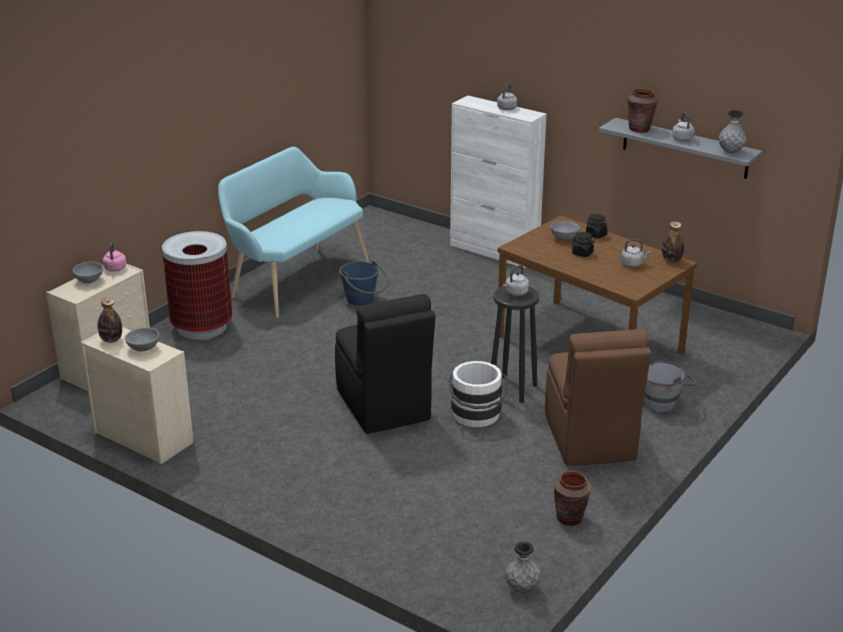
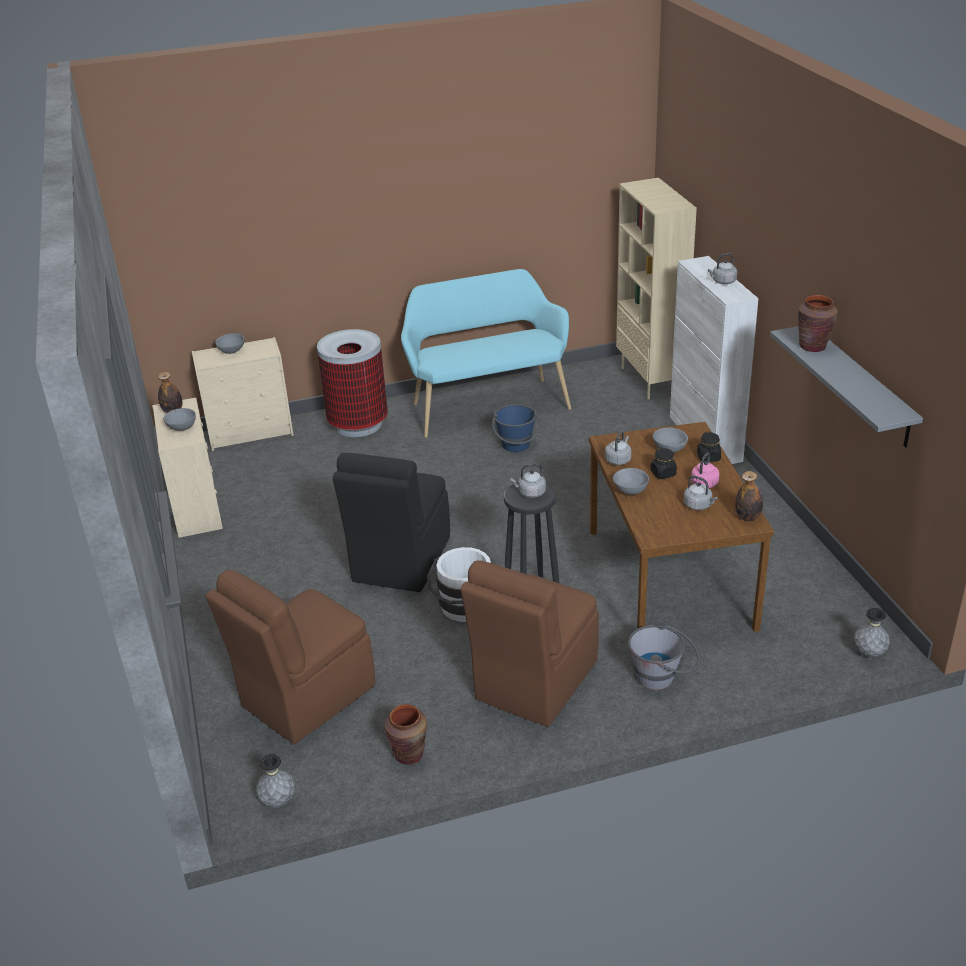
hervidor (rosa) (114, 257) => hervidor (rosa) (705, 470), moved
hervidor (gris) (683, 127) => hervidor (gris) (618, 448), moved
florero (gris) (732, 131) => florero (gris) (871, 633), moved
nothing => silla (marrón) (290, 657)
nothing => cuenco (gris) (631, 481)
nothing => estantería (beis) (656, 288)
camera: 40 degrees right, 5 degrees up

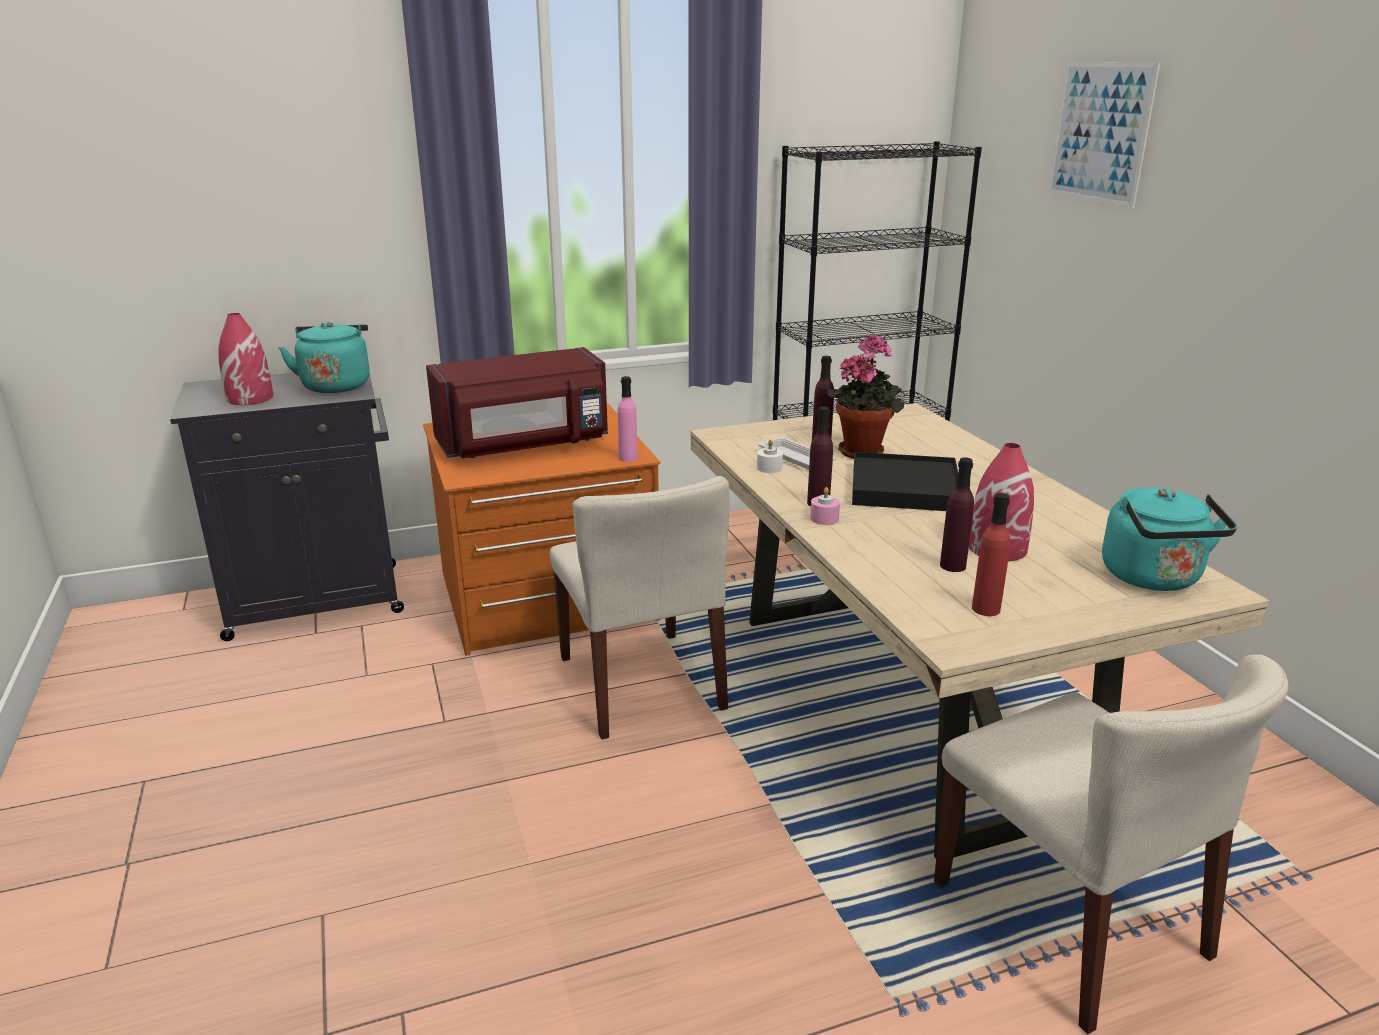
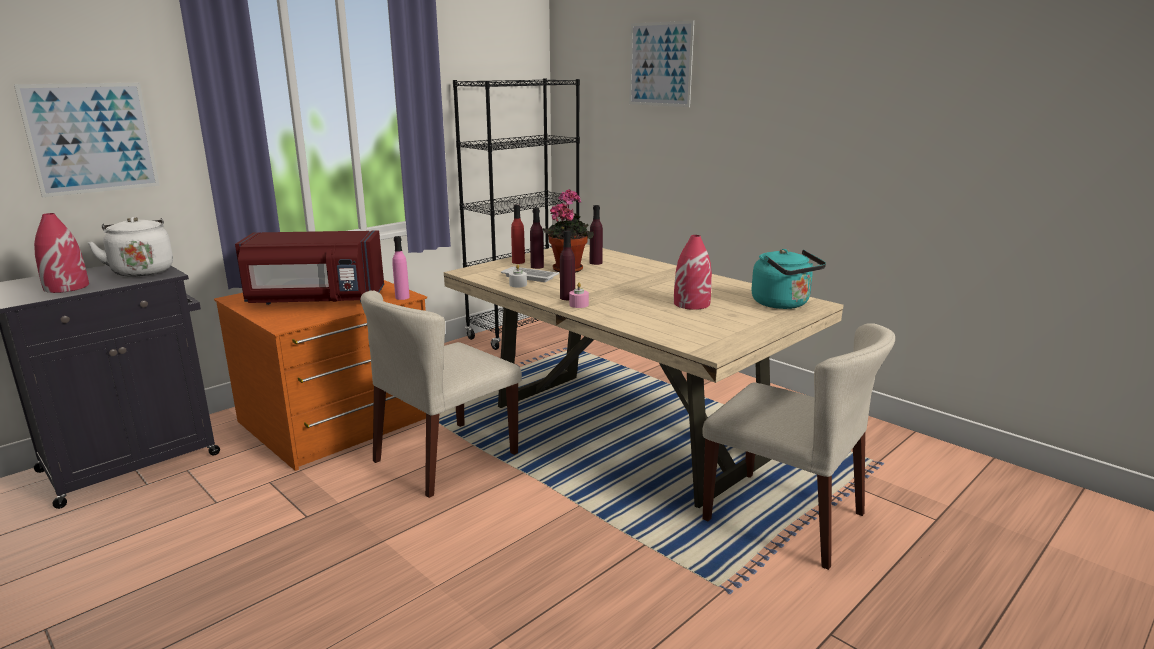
hervidor (turquesa) (324, 357) => hervidor (blanco) (130, 247)
microondas (rojo) (517, 403) => microondas (rojo) (309, 267), 45 degrees clockwise
silla (beis) (639, 608) => silla (beis) (441, 394), 90 degrees clockwise
bandeja (negro) (905, 481) => nothing
botella (morado) (957, 514) => botella (morado) (596, 235), moved
botella (rojo) (991, 554) => botella (rojo) (518, 234), moved
nothing => cuadro (87, 140)
camera: 25 degrees left, 5 degrees down

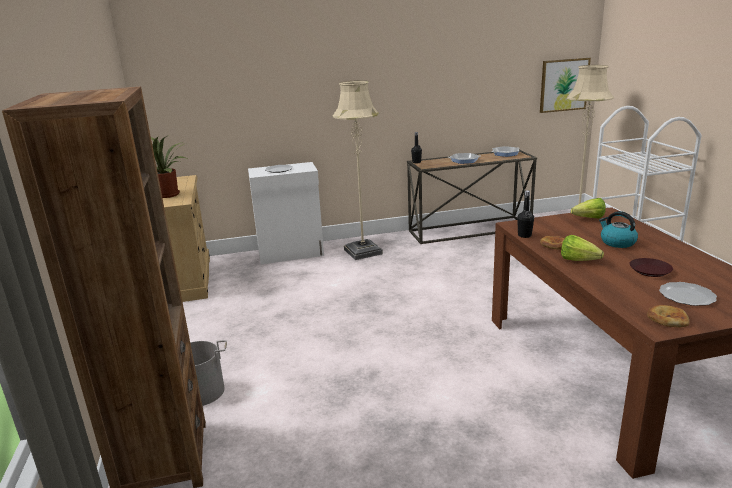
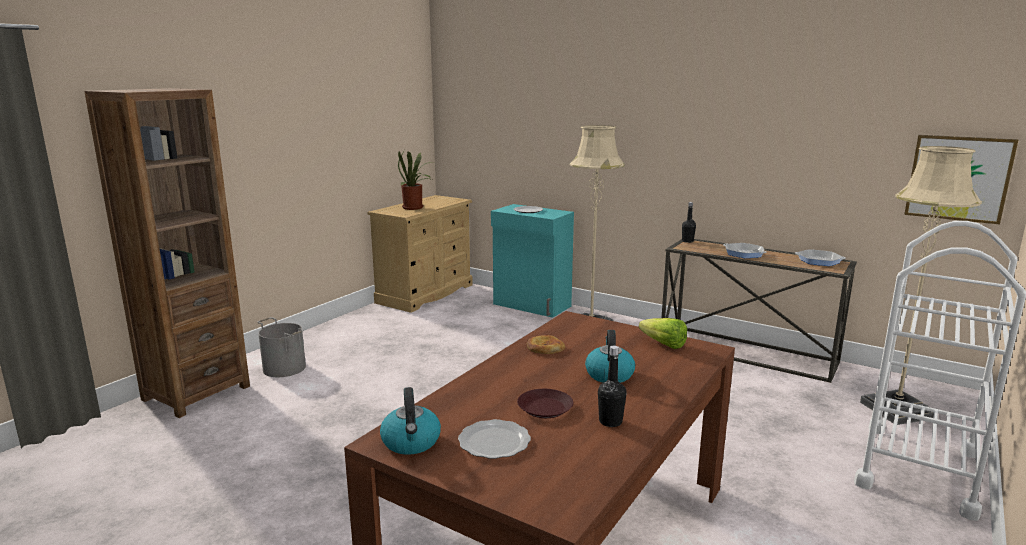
armario (blanco) (286, 213) => armario (turquesa) (532, 261)
botella (negro) (525, 214) => botella (negro) (612, 386), moved
lechuga (582, 248) => nothing
pan (668, 316) => hervidor (410, 421)
camera: 45 degrees right, 5 degrees down

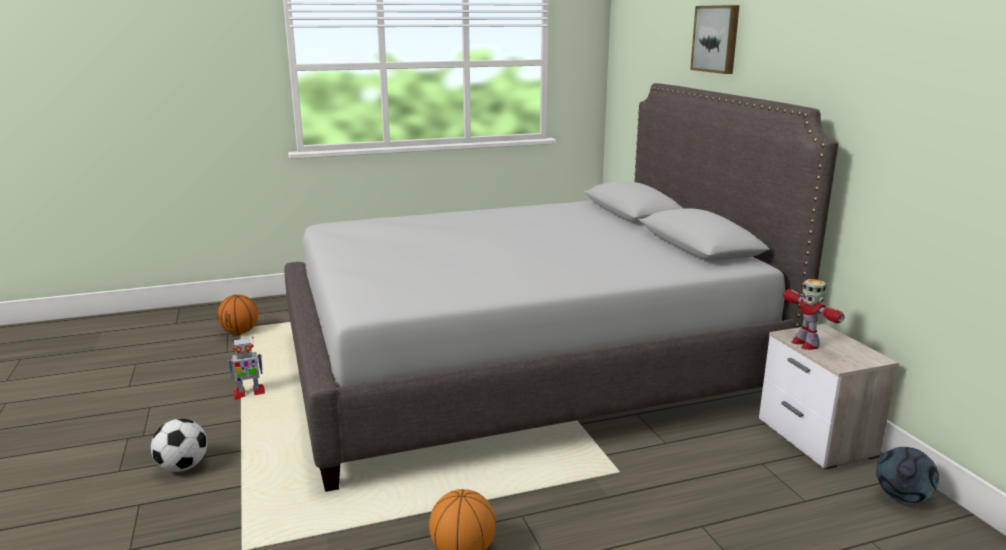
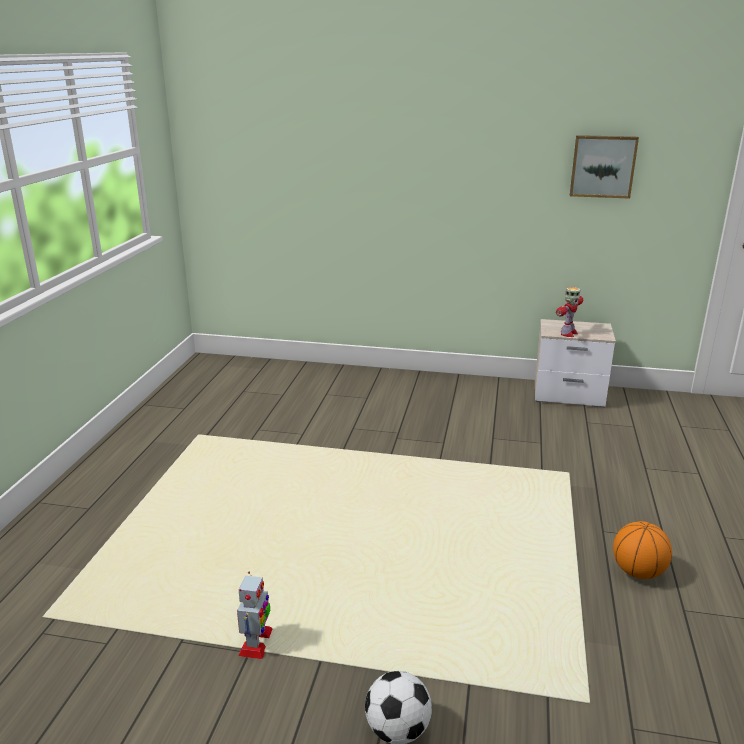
balón de baloncesto (237, 314) => nothing
cama (gris) (561, 287) => nothing
cuadro (714, 39) => cuadro (604, 167), moved
robot de juguete (814, 314) => robot de juguete (569, 312), 60 degrees counterclockwise
balón de fútbol (907, 475) => nothing
camera: 60 degrees left, 5 degrees up

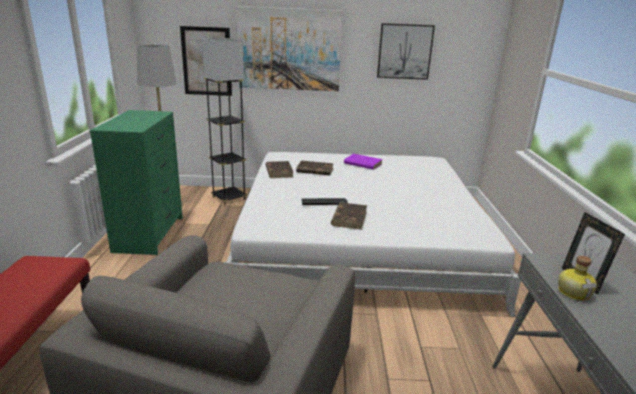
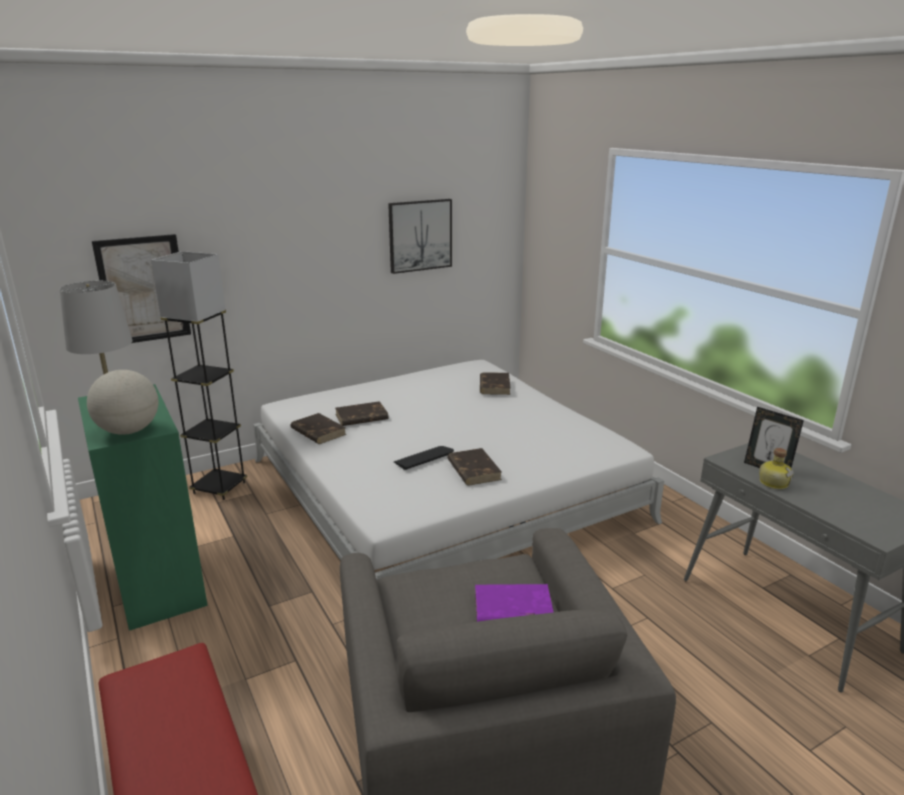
cuadro (290, 48) => nothing
libro (morado) (363, 162) => libro (morado) (514, 603), moved
nothing => globo terráqueo (122, 402)
nothing => libro (marrón) (495, 383)
camera: 30 degrees left, 0 degrees up

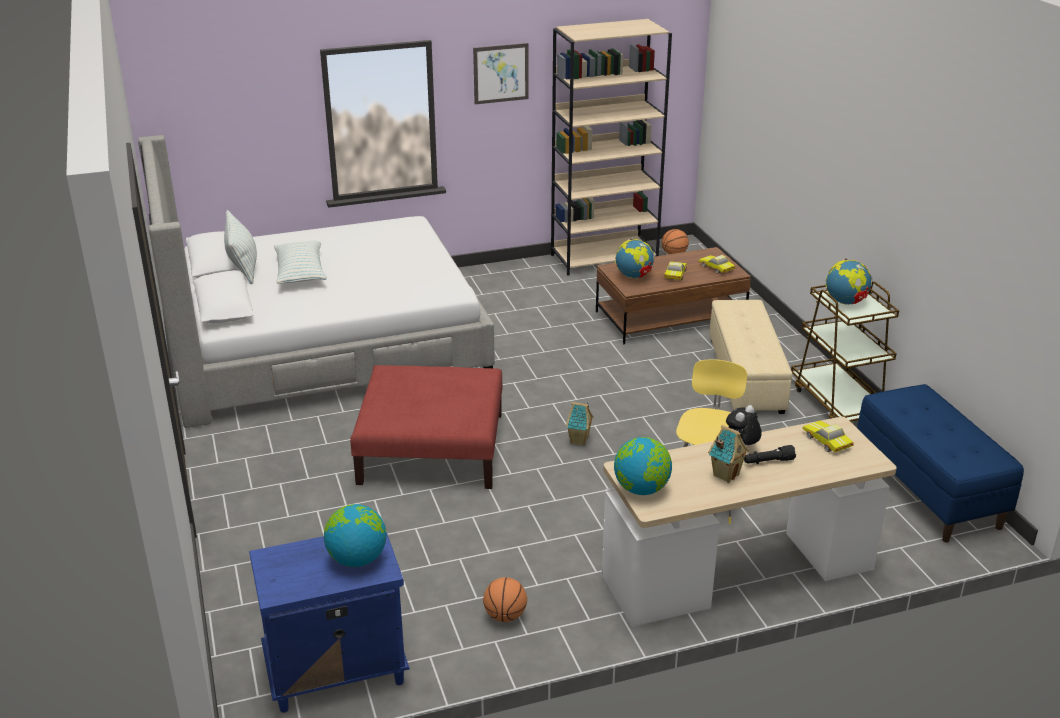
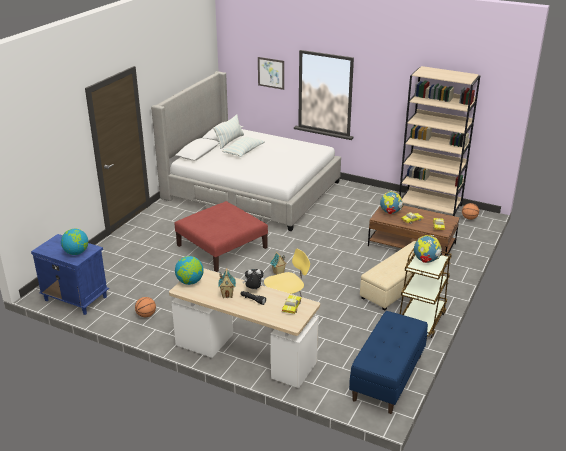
cuadro (501, 73) => cuadro (271, 73), moved
camera: 45 degrees right, 0 degrees up

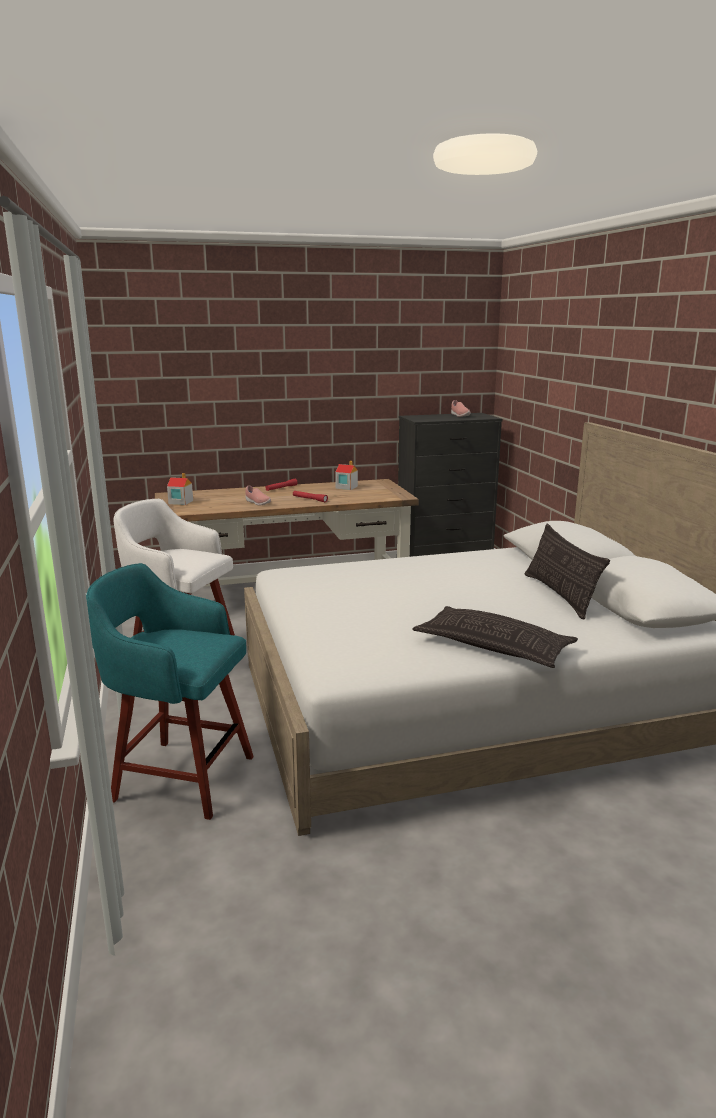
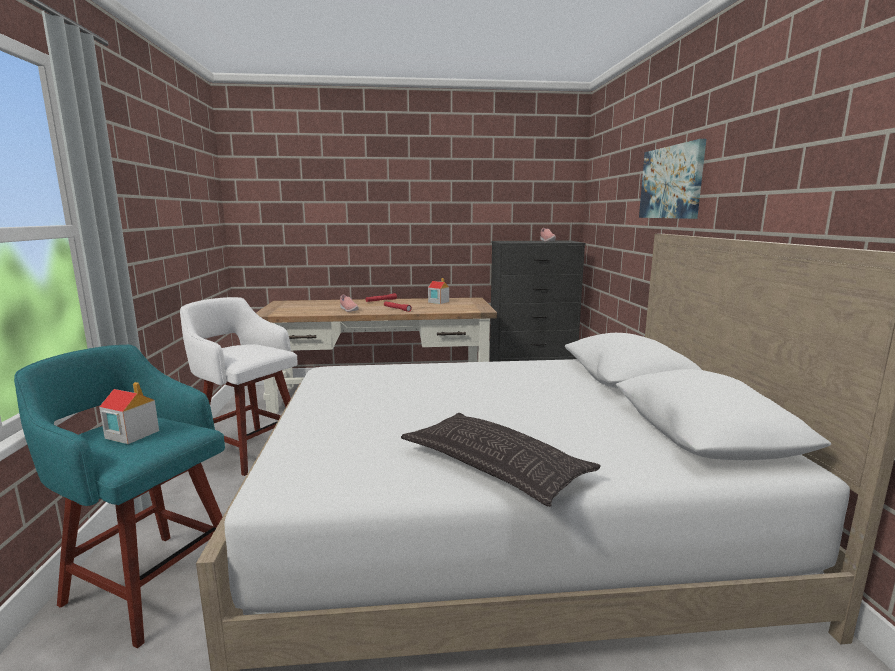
casita (180, 489) => casita (129, 413), moved
cojín (567, 572) => nothing
nothing => cuadro (672, 179)
camera: 10 degrees right, 5 degrees down

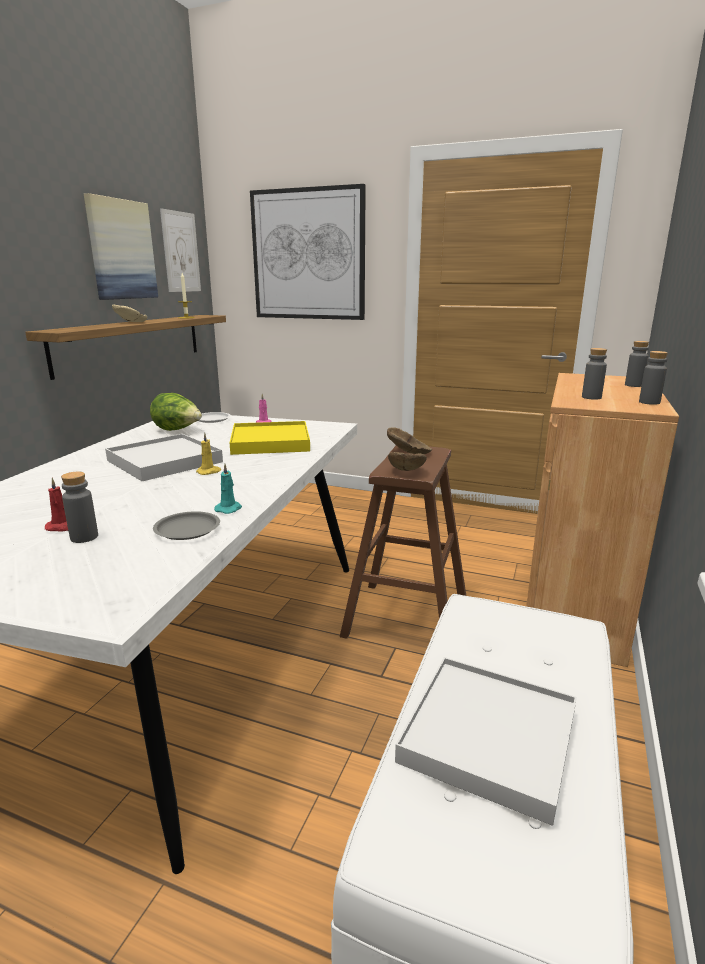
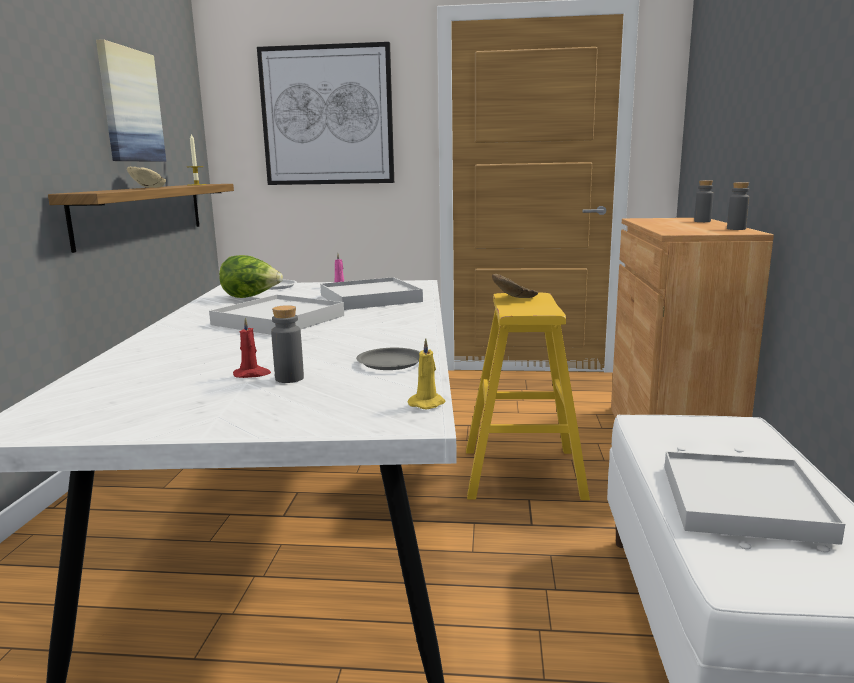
cuadro (180, 250) => nothing
vela (amarillo) (208, 454) => vela (amarillo) (426, 373), moved
vela (turquesa) (228, 489) => nothing
bandeja (amarillo) (270, 438) => bandeja (blanco) (371, 293)
taburete (marrón) (403, 542) => taburete (amarillo) (528, 396)
cuenco (marrón) (407, 461) => nothing
botella (gris) (594, 374) => nothing
camera: 15 degrees left, 5 degrees down

